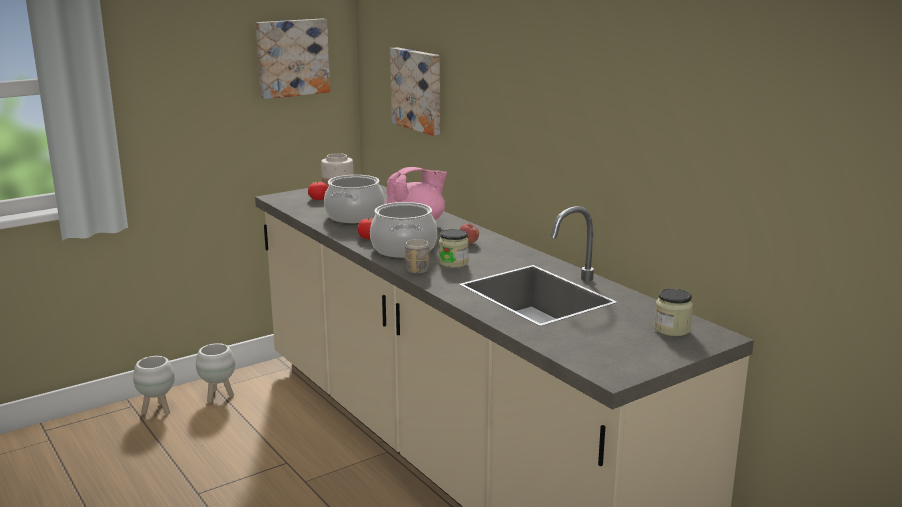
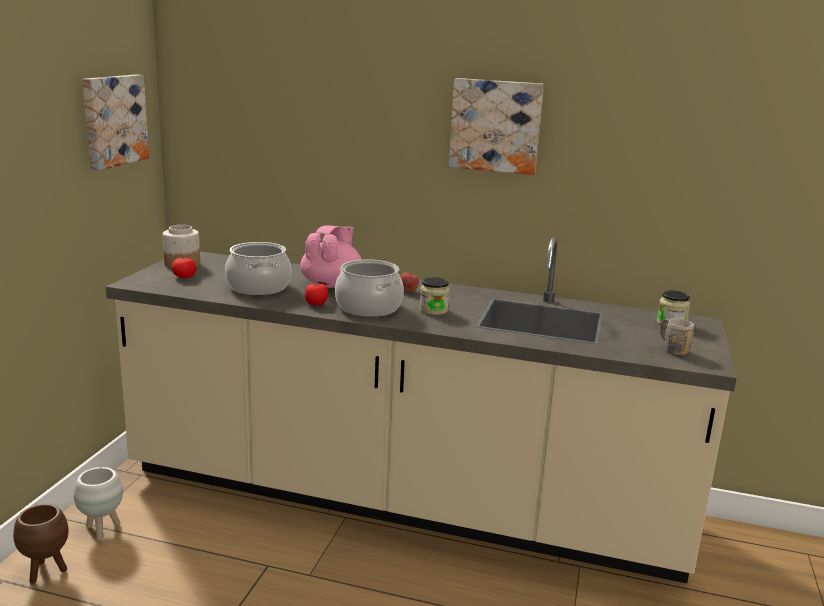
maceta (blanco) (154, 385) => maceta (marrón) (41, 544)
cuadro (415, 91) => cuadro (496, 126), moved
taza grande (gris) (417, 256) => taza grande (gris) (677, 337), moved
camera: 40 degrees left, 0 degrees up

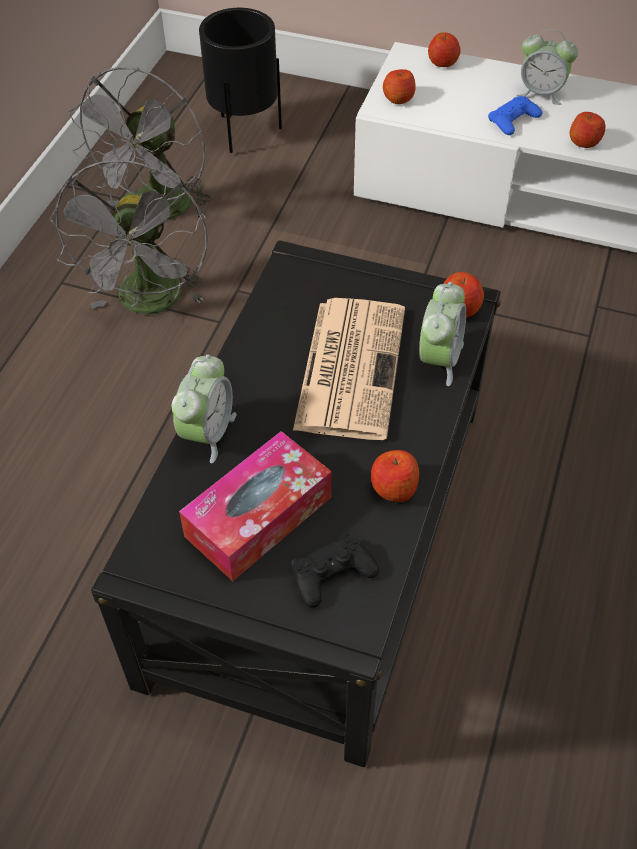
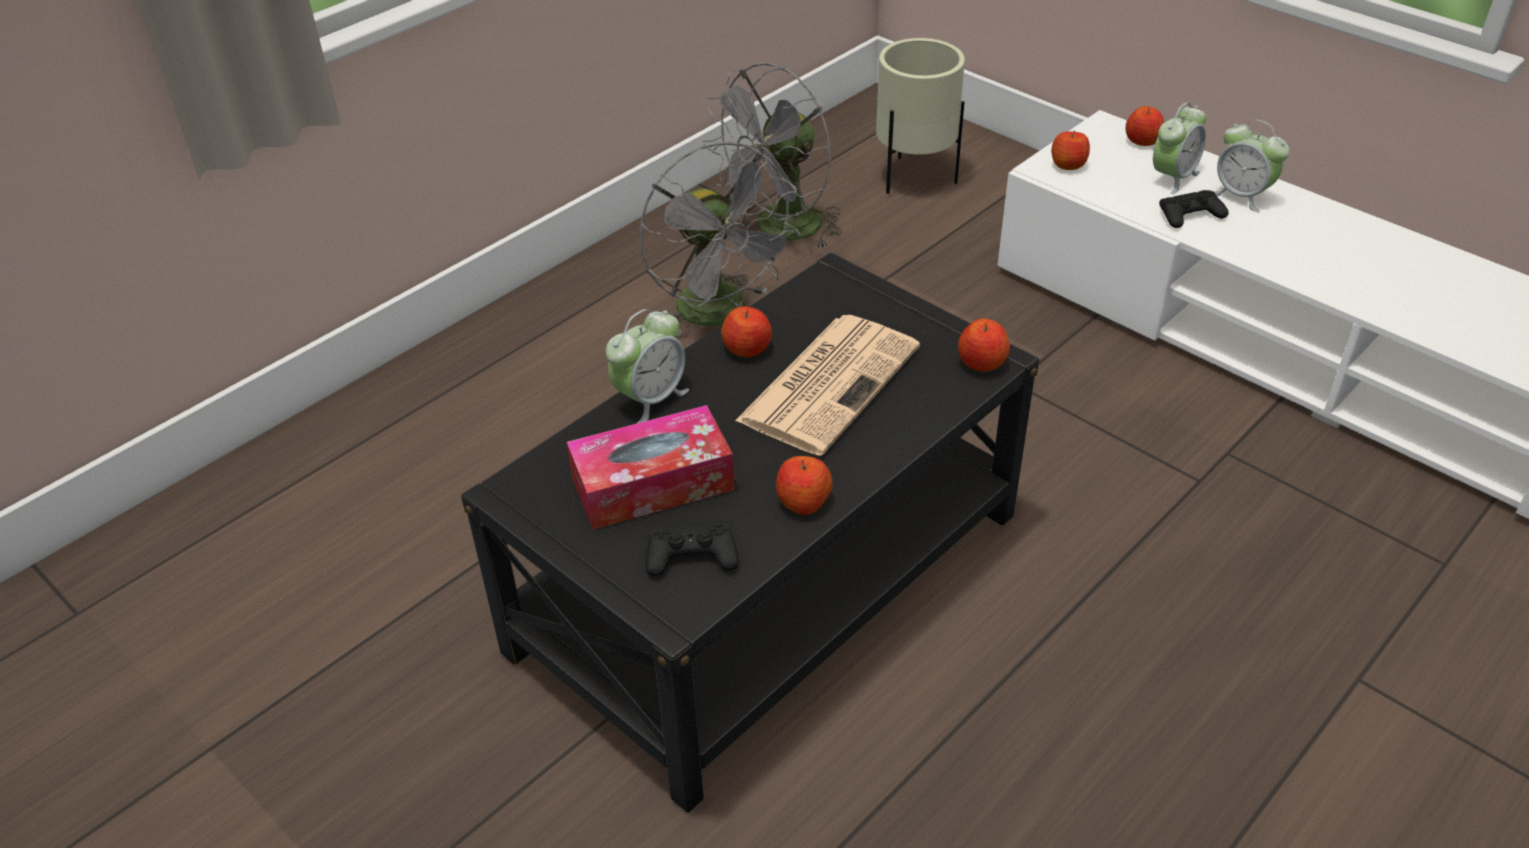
ventilador (gris) (129, 236) => ventilador (gris) (719, 240), 60 degrees counterclockwise
maceta (negro) (240, 80) => maceta (beis) (920, 116)
despertador (442, 334) => despertador (1179, 148), moved
mando de consola (azul) (515, 115) => mando de consola (negro) (1194, 209)
manzana (587, 130) => manzana (746, 331), moved
camera: 25 degrees right, 10 degrees down

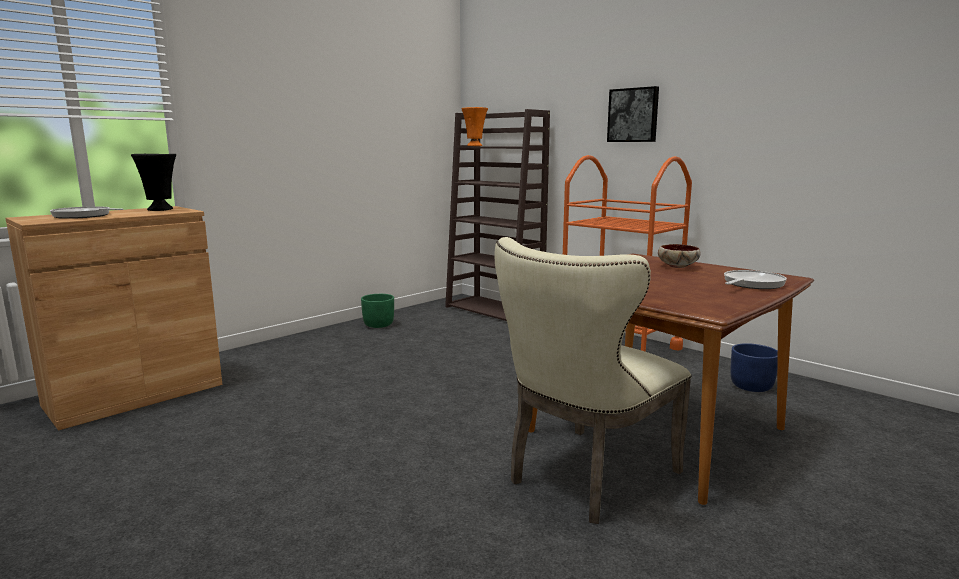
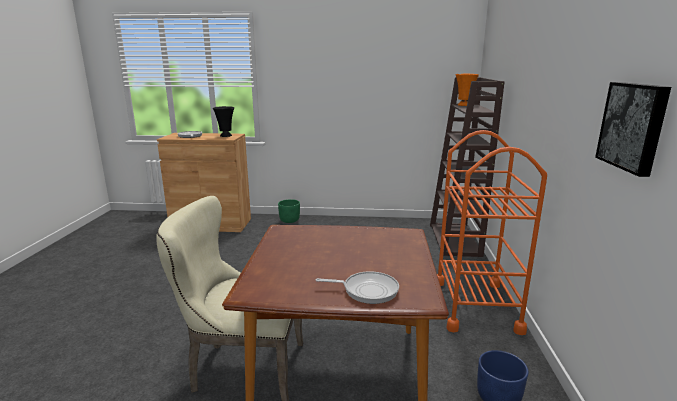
maceta (verde) (377, 311) => maceta (verde) (289, 211), moved
cuadro (633, 114) => cuadro (633, 129), moved
cuenco (679, 256) => nothing
camera: 50 degrees right, 5 degrees up

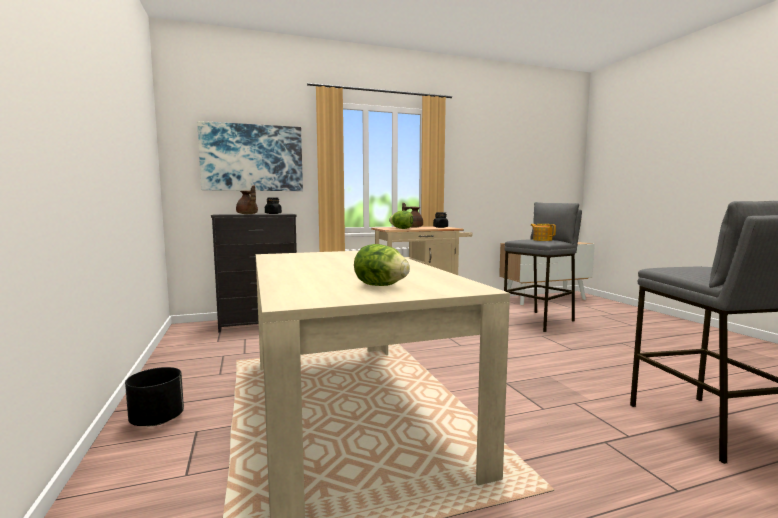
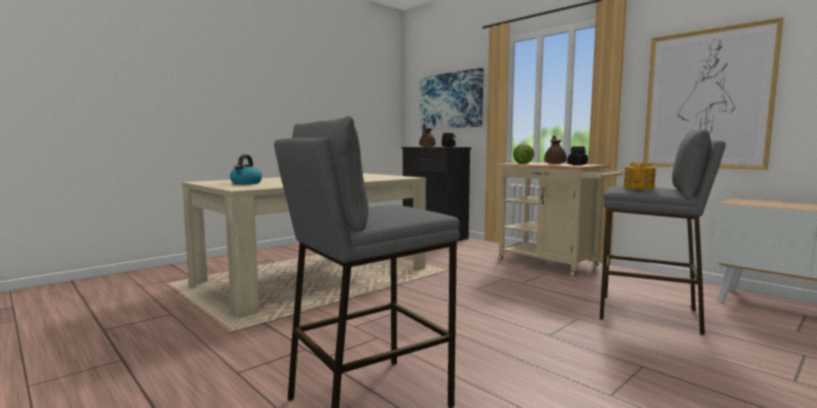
maceta (negro) (154, 396) => nothing
lechuga (382, 265) => hervidor (246, 169)
nothing => cuadro (713, 93)
camera: 65 degrees right, 0 degrees up

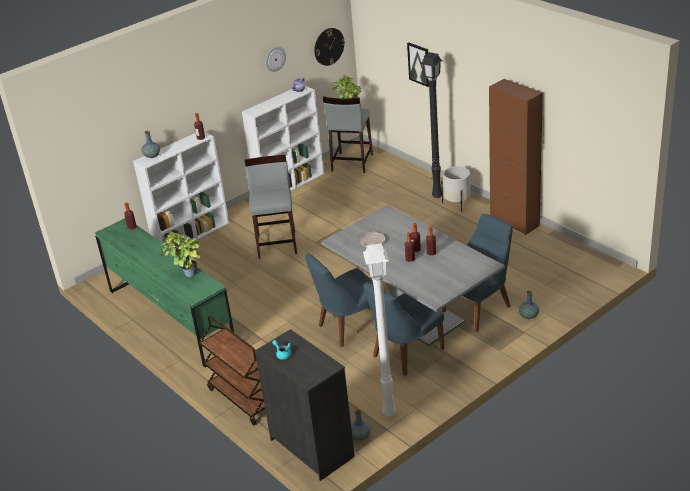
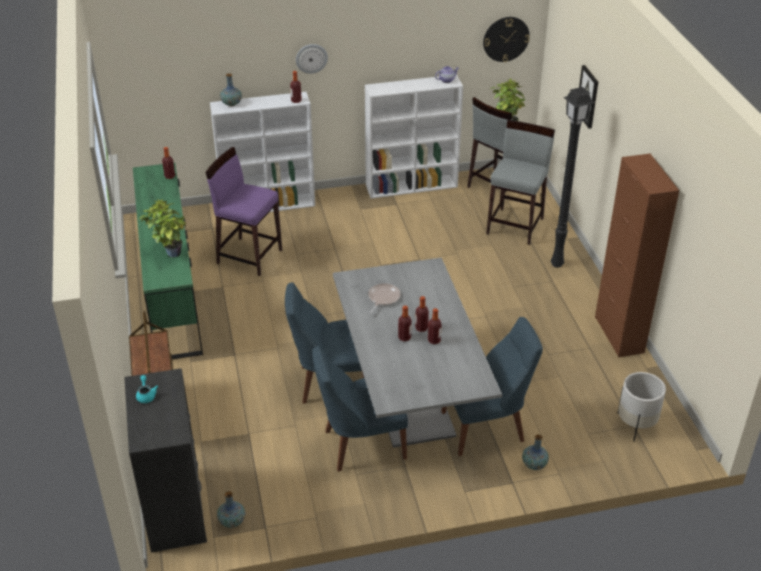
taburete (gris) (271, 207) => taburete (gris) (520, 182), moved
reloj de pared (275, 59) => reloj de pared (312, 59), moved
lámpara de pie (blanco) (379, 330) => nothing
maceta (blanco) (456, 189) => maceta (blanco) (641, 407), moved
nothing => taburete (morado) (243, 211)
camera: 25 degrees right, 5 degrees up

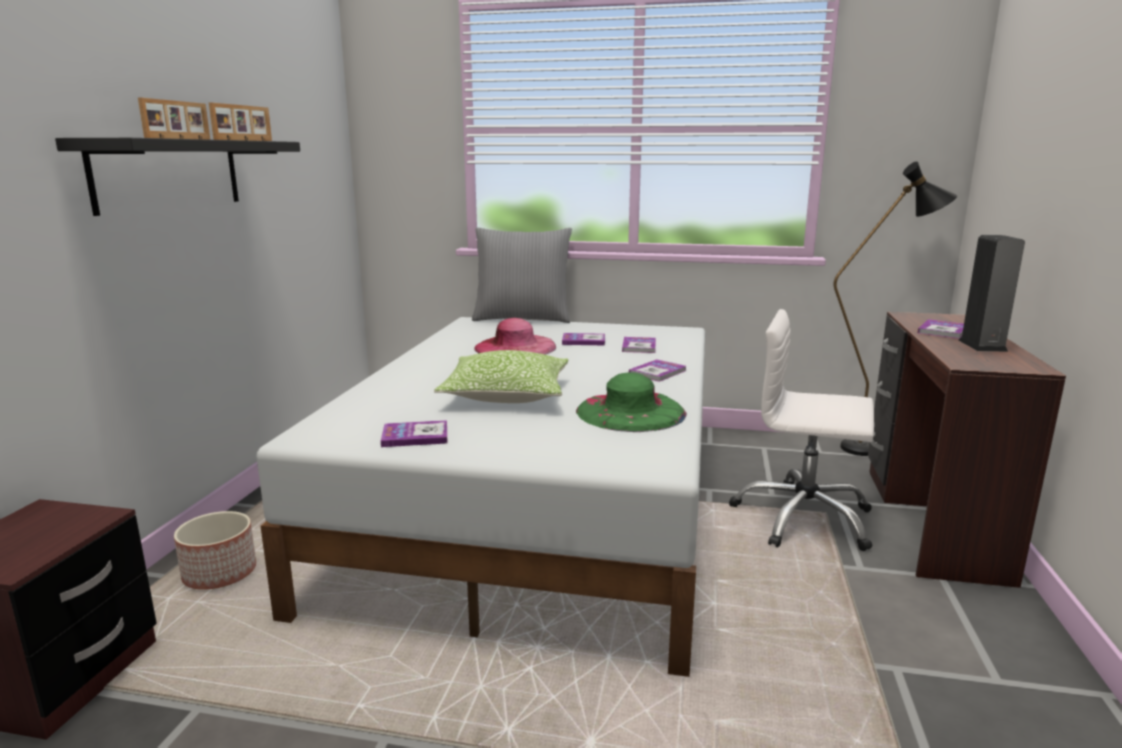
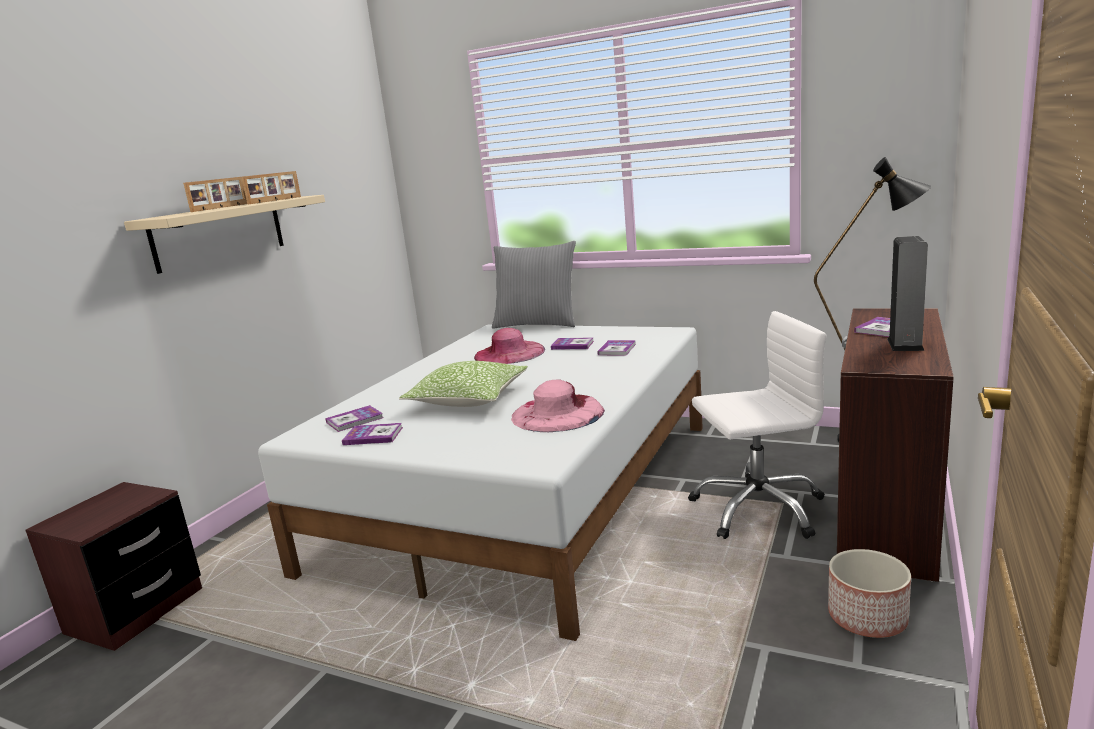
estante (negro) (177, 177) => estante (beis) (224, 234)
maceta (215, 550) => maceta (869, 593), moved
sombrero (verde) (631, 402) => sombrero (rosa) (558, 406)
libro (657, 370) => libro (354, 418), moved
silla de oficina (blanco) (801, 430) => silla de oficina (blanco) (757, 425), 135 degrees clockwise
camera: 15 degrees right, 0 degrees up

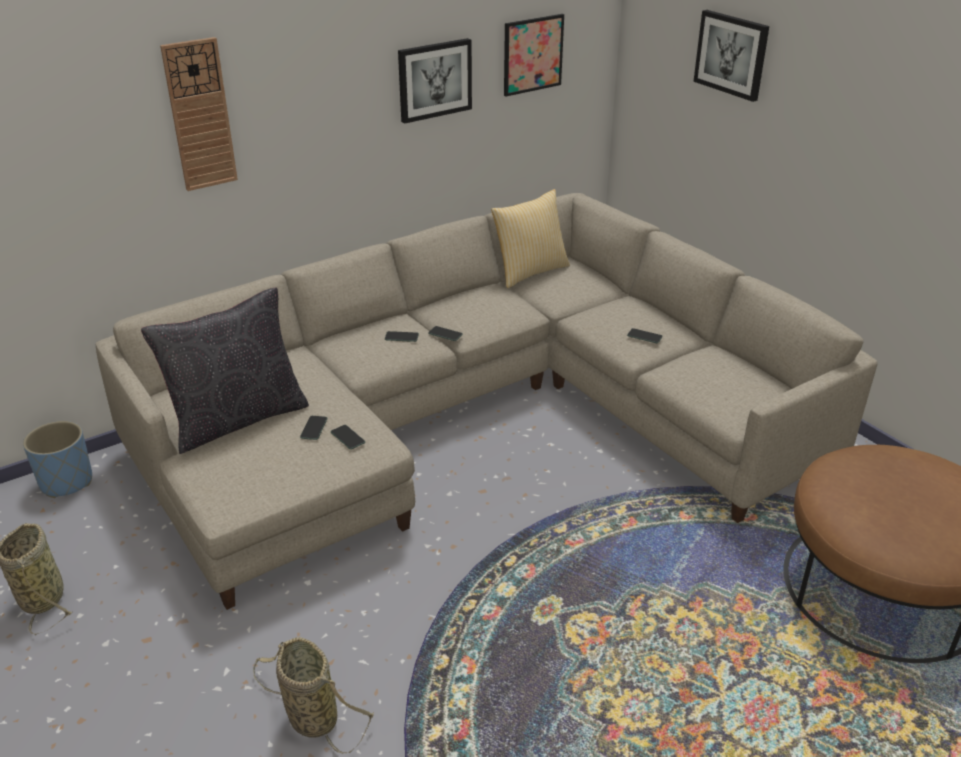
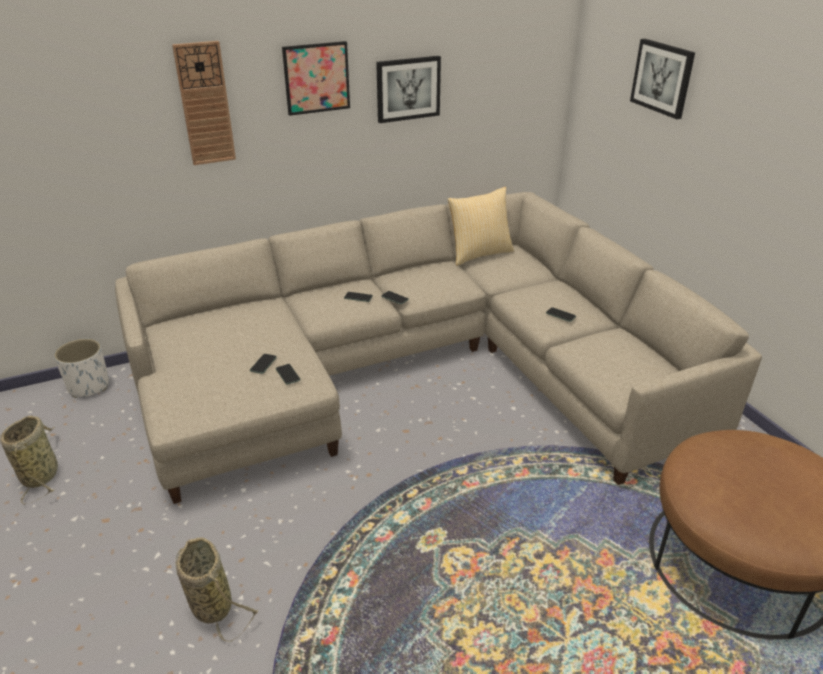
maceta (azul) (57, 459) => maceta (blanco) (81, 368)
cojín (negro) (225, 370) => nothing
cuadro (534, 55) => cuadro (316, 78), moved
camera: 10 degrees right, 0 degrees up

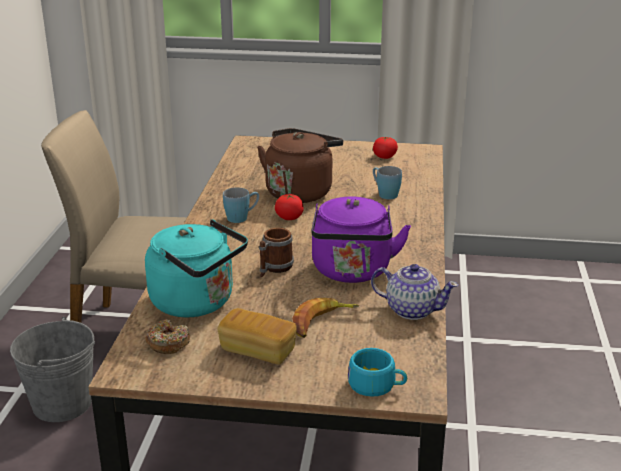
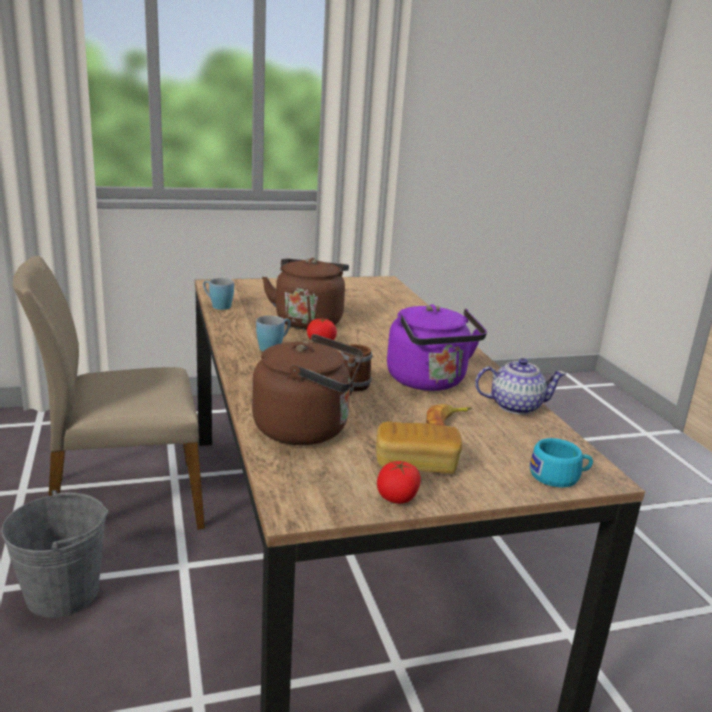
hervidor (turquesa) (196, 268) => hervidor (marrón) (308, 389)
rosquilla (168, 336) => nothing
tomate (385, 147) => tomate (399, 482), moved
taza grande (azul) (387, 182) => taza grande (azul) (218, 294), moved
camera: 25 degrees left, 5 degrees down

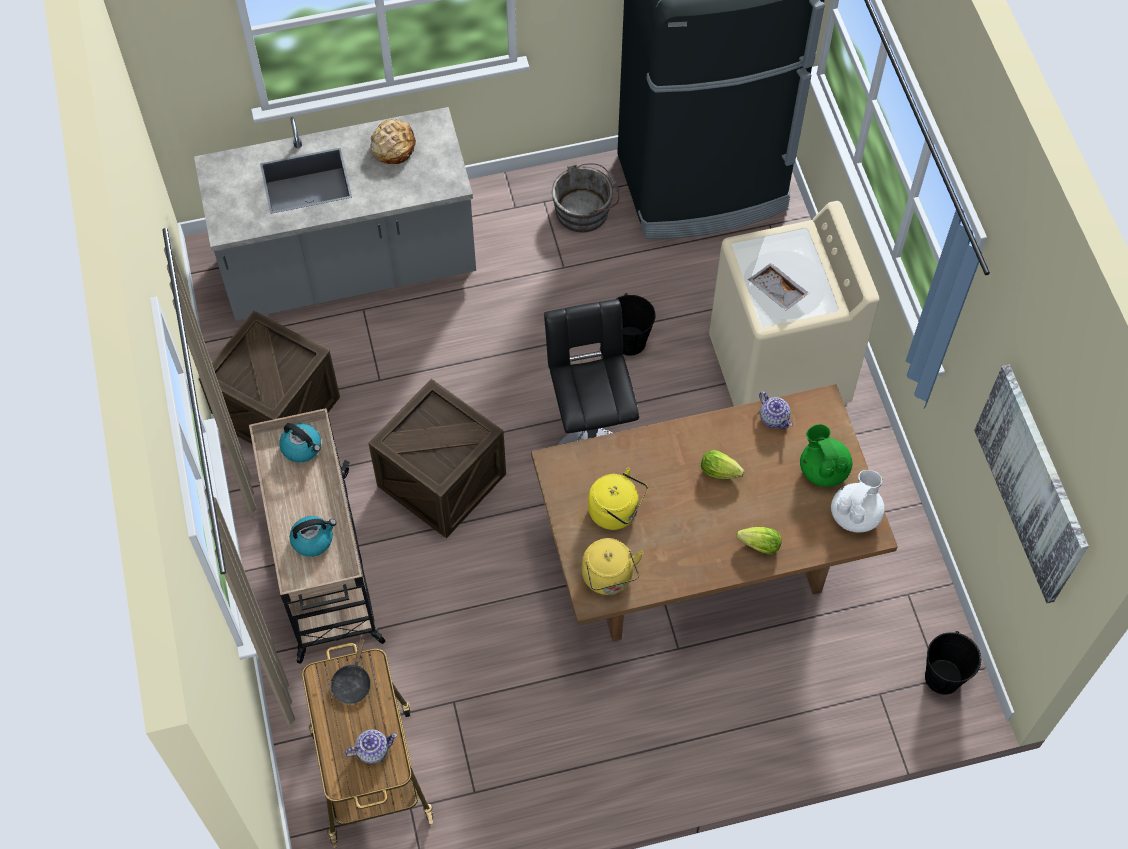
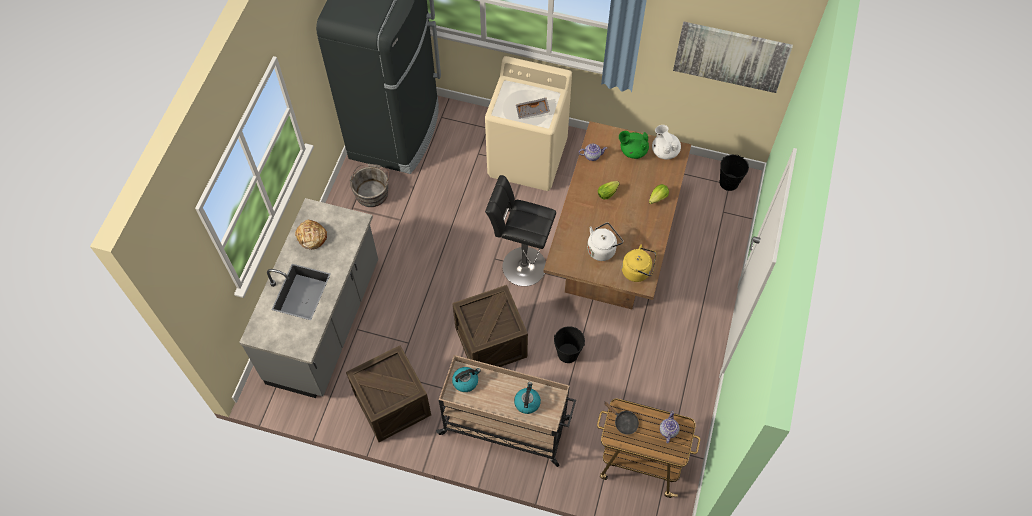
hervidor (amarillo) (618, 499) => hervidor (blanco) (605, 241)
cubo (negro) (636, 324) => cubo (negro) (569, 344), moved
camera: 60 degrees left, 0 degrees up

